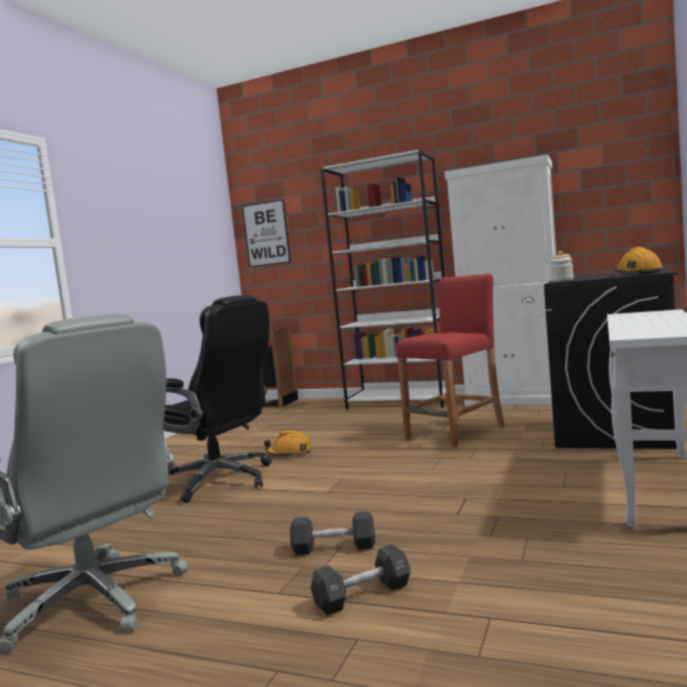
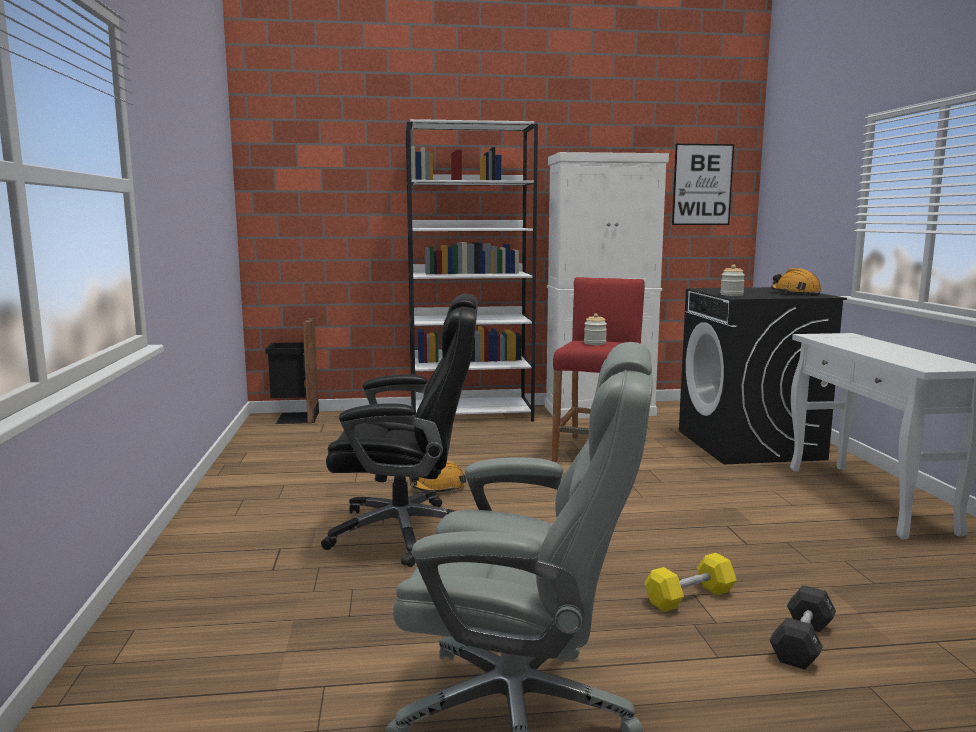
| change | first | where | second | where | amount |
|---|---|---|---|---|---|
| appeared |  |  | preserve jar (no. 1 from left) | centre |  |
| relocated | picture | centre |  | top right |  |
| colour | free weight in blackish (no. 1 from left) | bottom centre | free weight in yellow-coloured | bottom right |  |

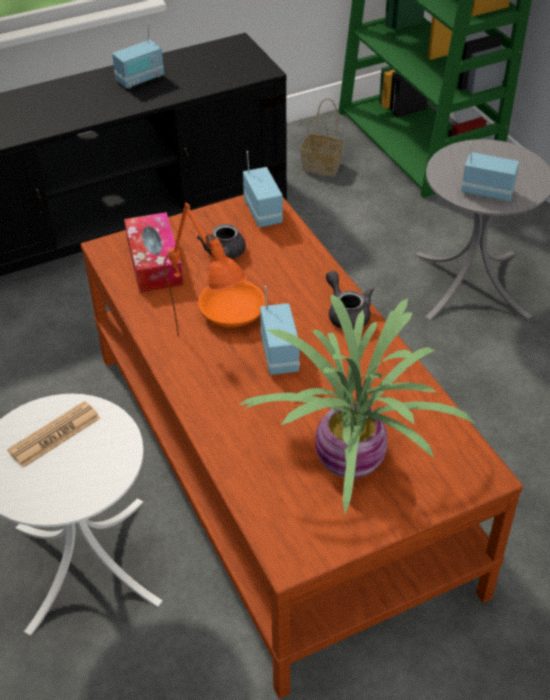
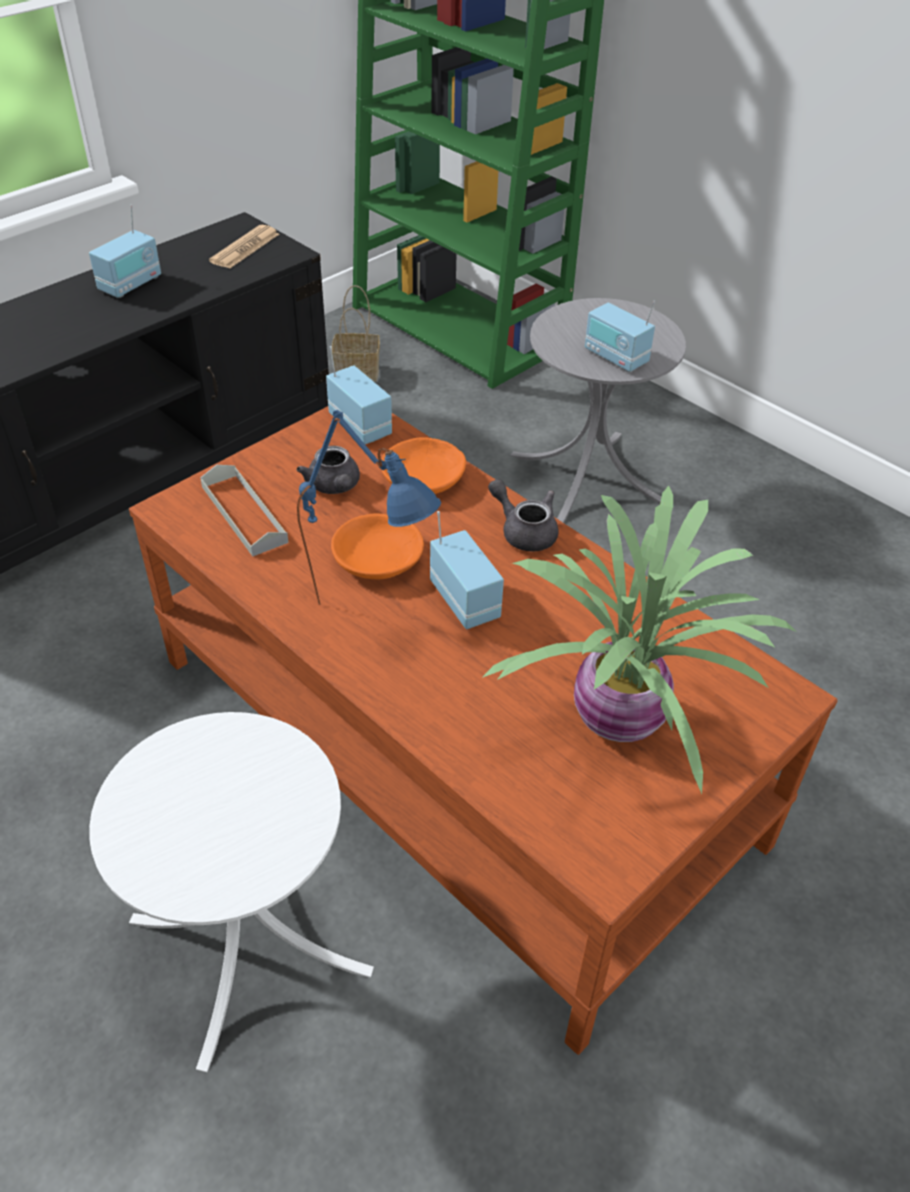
| change | first | where | second | where | amount |
|---|---|---|---|---|---|
| appeared |  |  | serving bowl in orange-coloured (no. 2 from left) | centre |  |
| relocated | newspaper | middle left |  | top left |  |
| exchanged | tissue holder | middle left | tray in greyish | middle left |  |
| colour | lamp for a table in orange-coloured | centre | lamp for a table in blue-coloured | centre |  |
| spun | radio (no. 4 from left) | top right |  | top right | 135 degrees counterclockwise |

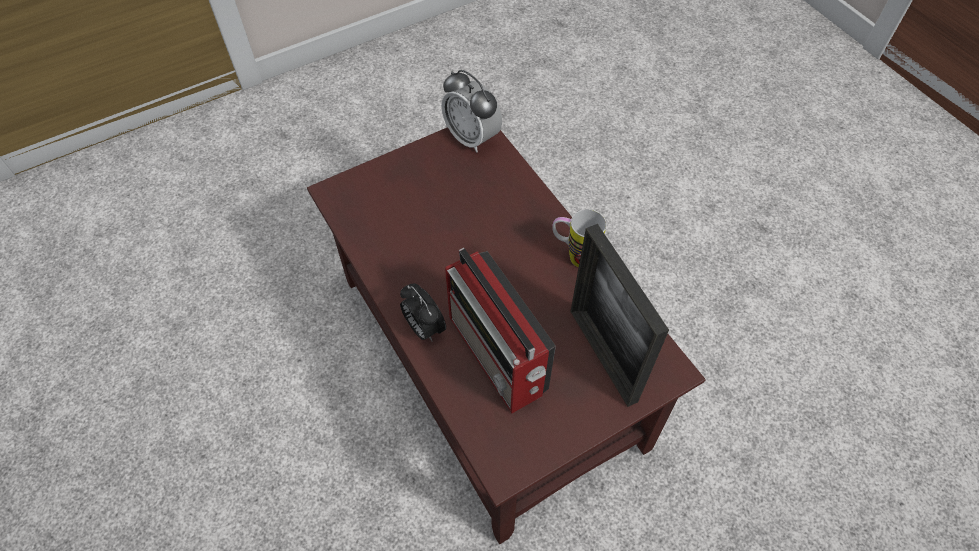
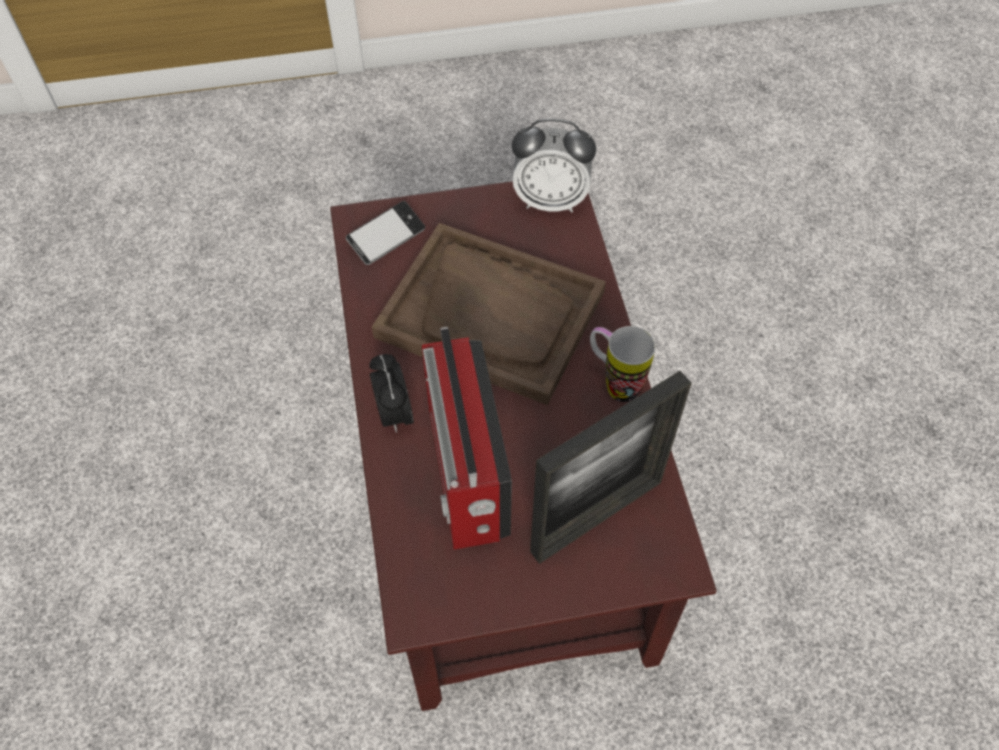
| change | first | where | second | where | amount |
|---|---|---|---|---|---|
| appeared |  |  | handset | top centre |  |
| appeared |  |  | tray in brown-coloured | centre |  |
| spun | alarm clock (no. 2 from left) | top centre |  | top centre | 60 degrees counterclockwise |
| spun | standing frame | centre |  | centre | 120 degrees counterclockwise |

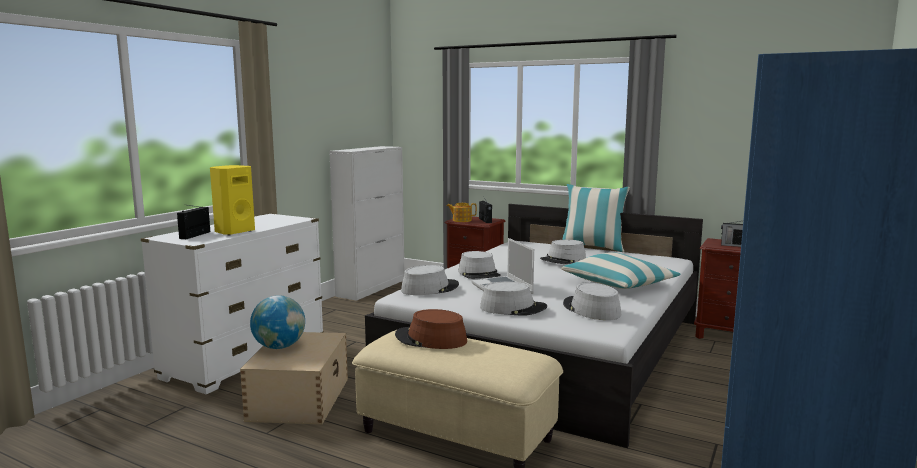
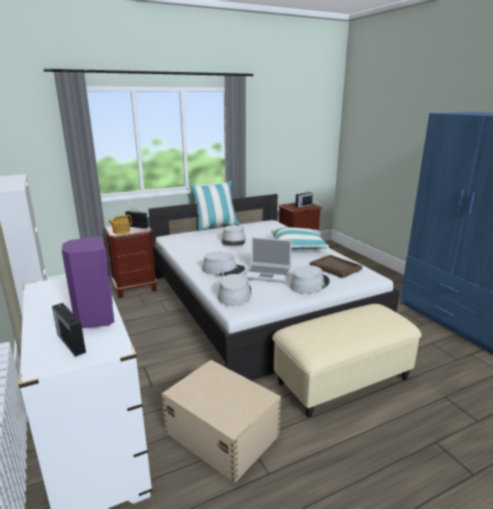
| change | first | where | second | where | amount |
|---|---|---|---|---|---|
| missing | desk globe | bottom left |  |  |  |
| missing | wearable hat in brown-coloured | bottom centre |  |  |  |
| exchanged | wearable hat in greyish (no. 5 from left) | centre | tray in brown-coloured | middle right |  |
| colour | speaker in yellow-coloured | middle left | speaker in purple | middle left |  |

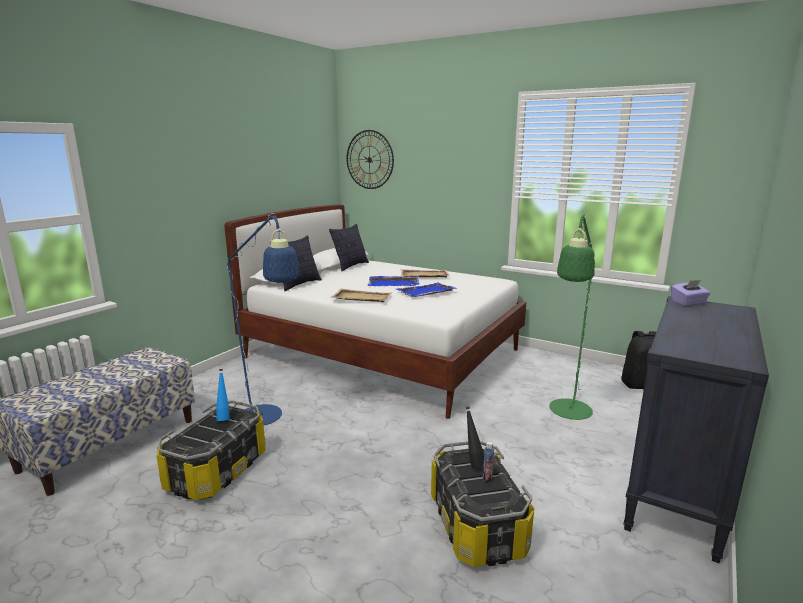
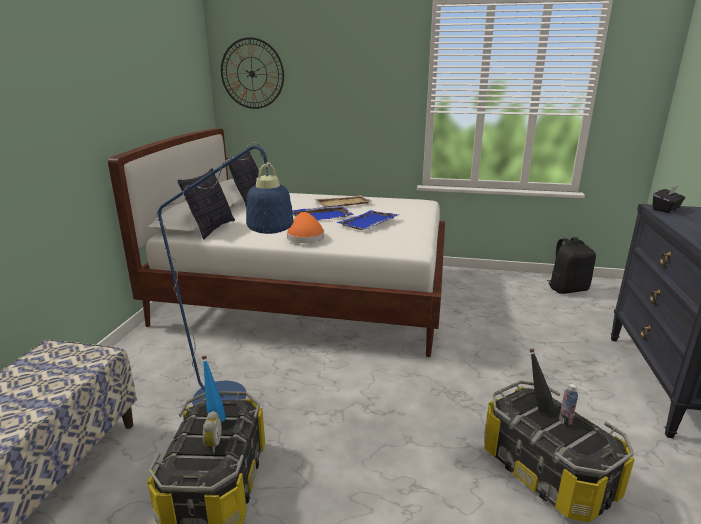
| change | first | where | second | where | amount |
|---|---|---|---|---|---|
| missing | standing lamp in green | middle right |  |  |  |
| appeared |  |  | alarm clock | bottom left |  |
| exchanged | tray in beige (no. 1 from left) | centre | wearable hat in orange-coloured | centre |  |
| colour | tissue holder in purple | middle right | tissue holder in blackish | middle right |  |

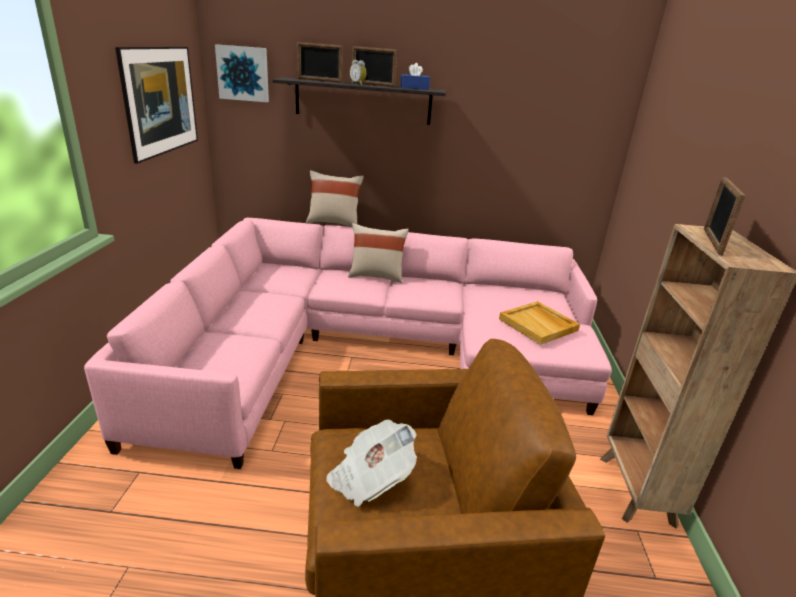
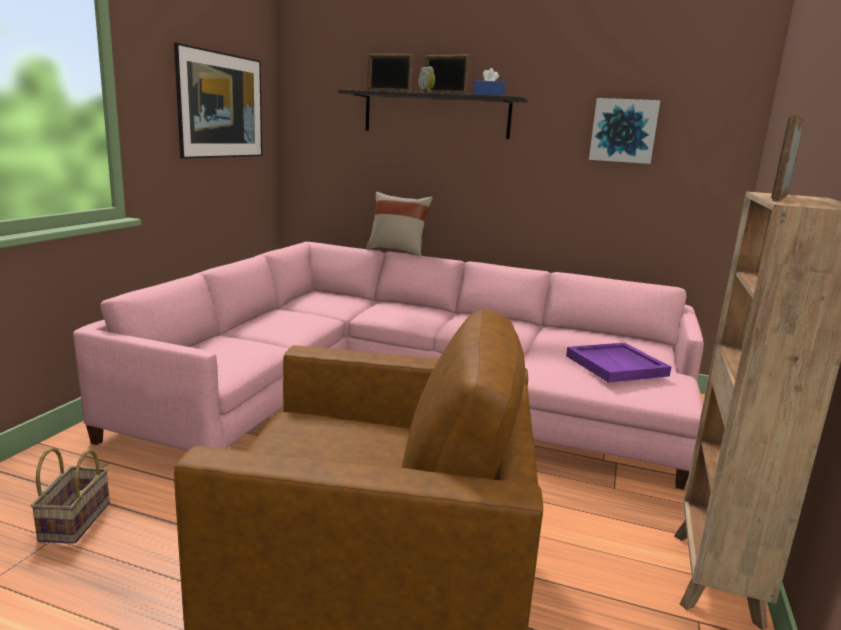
| change | first | where | second | where | amount |
|---|---|---|---|---|---|
| missing | newspaper | bottom centre |  |  |  |
| missing | cushion in beige (no. 2 from left) | centre |  |  |  |
| appeared |  |  | storage basket | bottom left |  |
| relocated | picture (no. 2 from left) | top left |  | top right |  |
| colour | tray in beige | middle right | tray in purple | middle right |  |

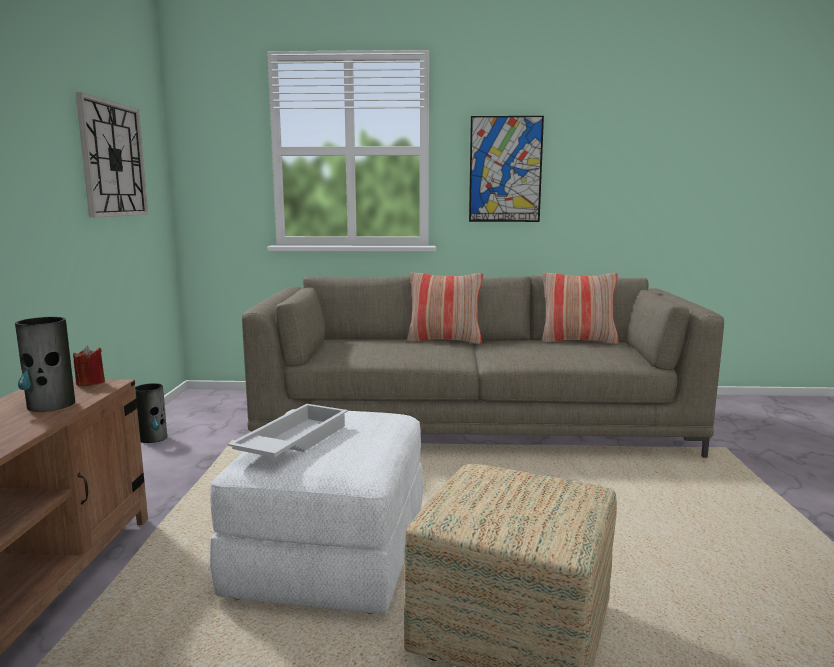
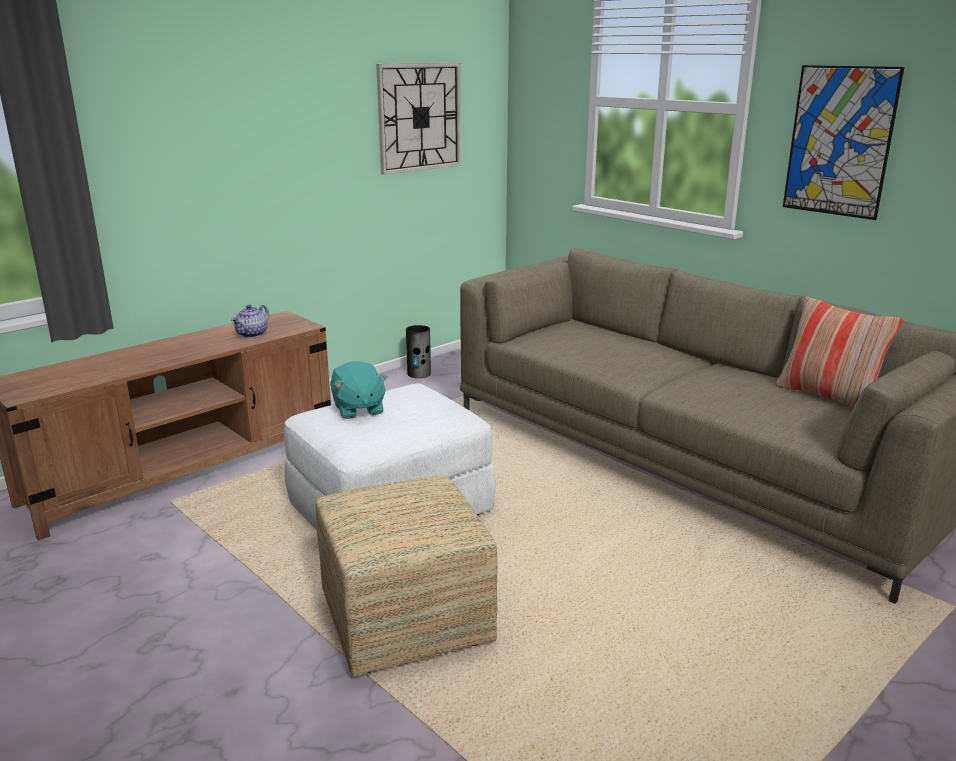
| change | first | where | second | where | amount |
|---|---|---|---|---|---|
| missing | wax candle in reddish | middle left |  |  |  |
| missing | cushion (no. 1 from left) | centre |  |  |  |
| exchanged | flower vase (no. 1 from left) | middle left | pot for tea | middle left |  |
| exchanged | tray in white | centre | cuddly toy in turquoise | centre |  |

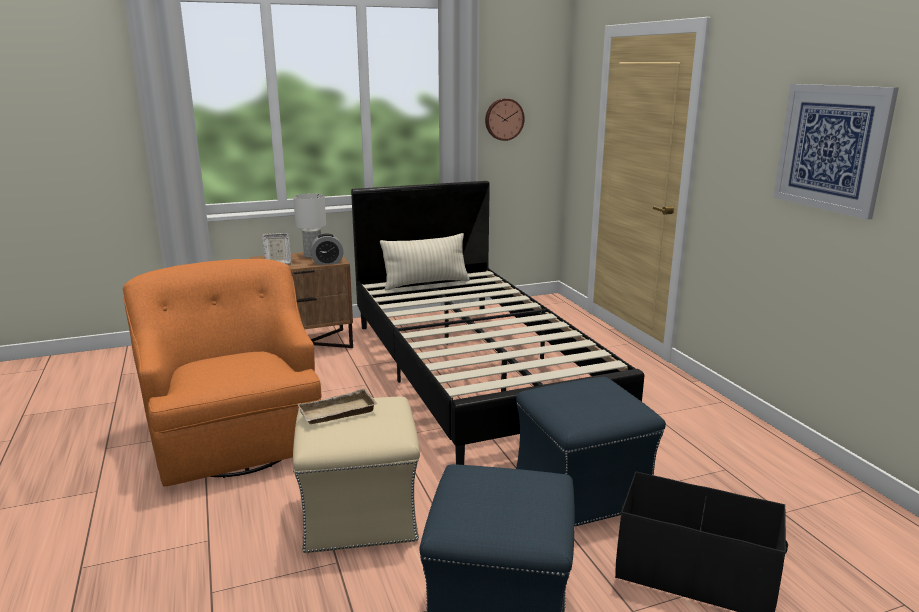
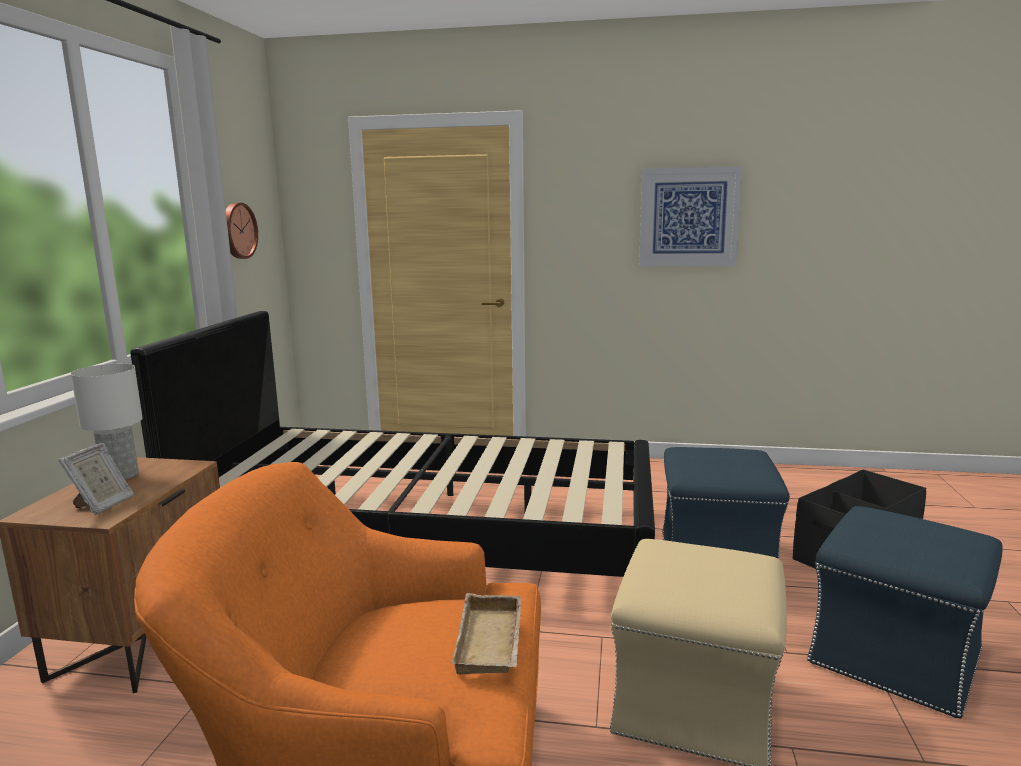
| change | first | where | second | where | amount |
|---|---|---|---|---|---|
| missing | alarm clock | centre |  |  |  |
| missing | cushion in beige | centre |  |  |  |
| relocated | tray in beige | centre |  | bottom centre |  |

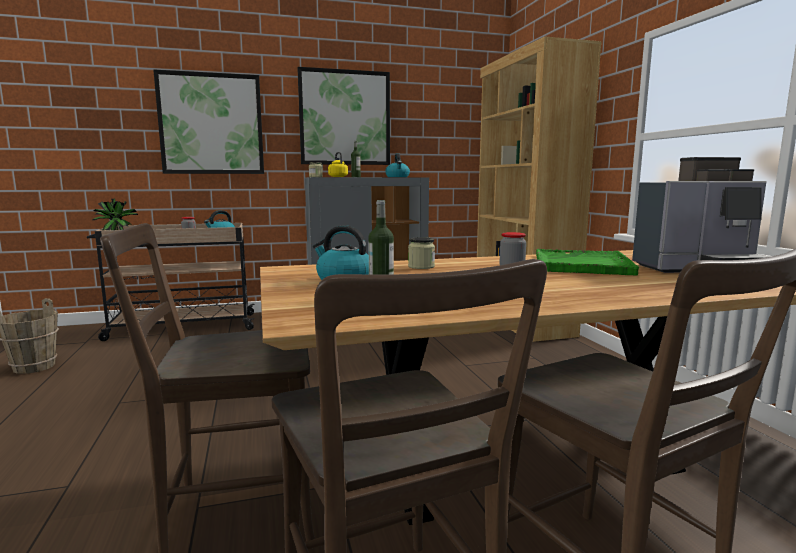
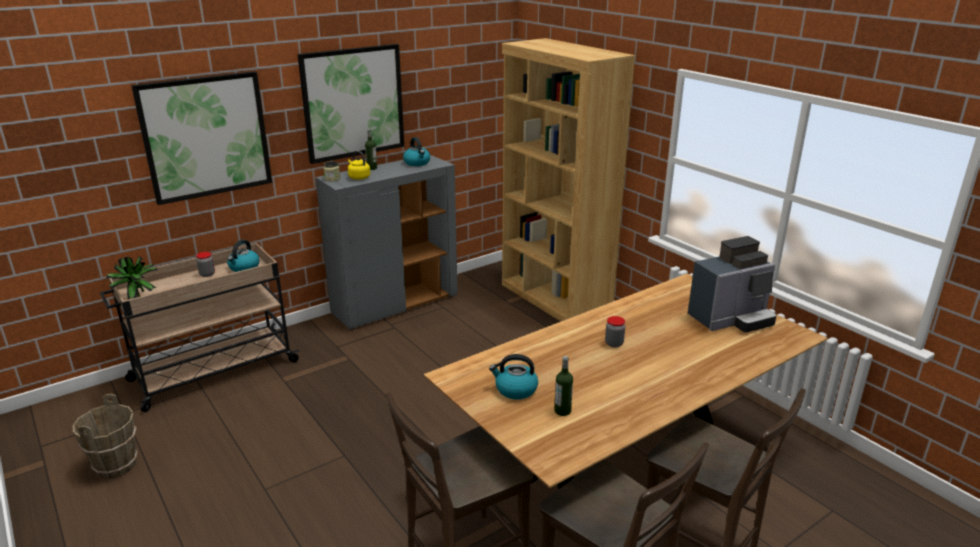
| change | first | where | second | where | amount |
|---|---|---|---|---|---|
| missing | preserve jar (no. 3 from left) | centre |  |  |  |
| missing | tray in green | middle right |  |  |  |

